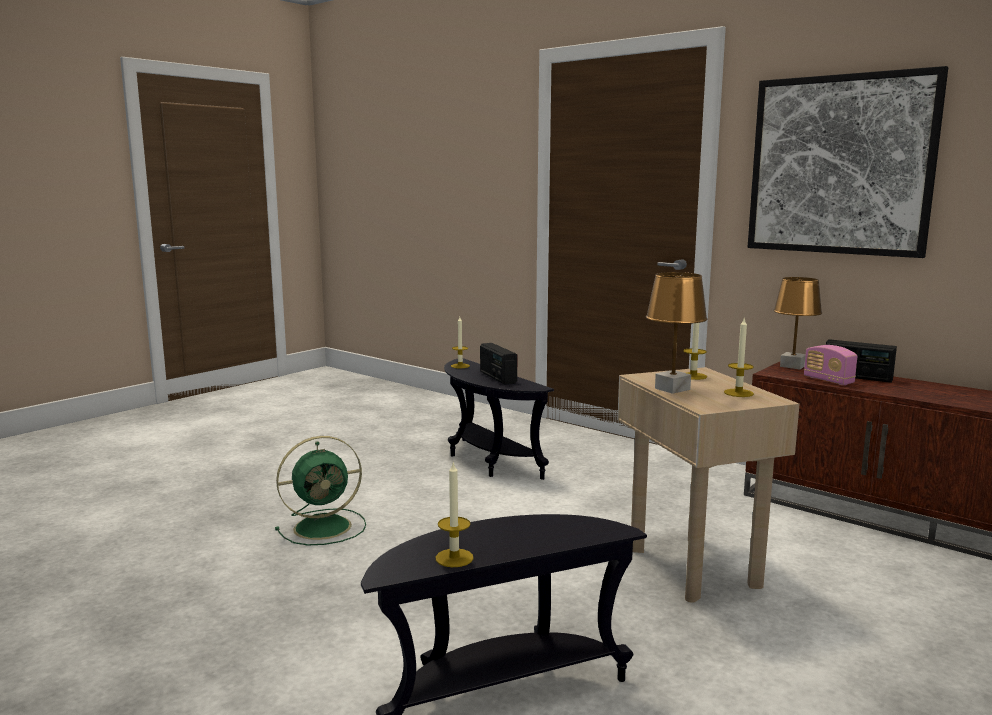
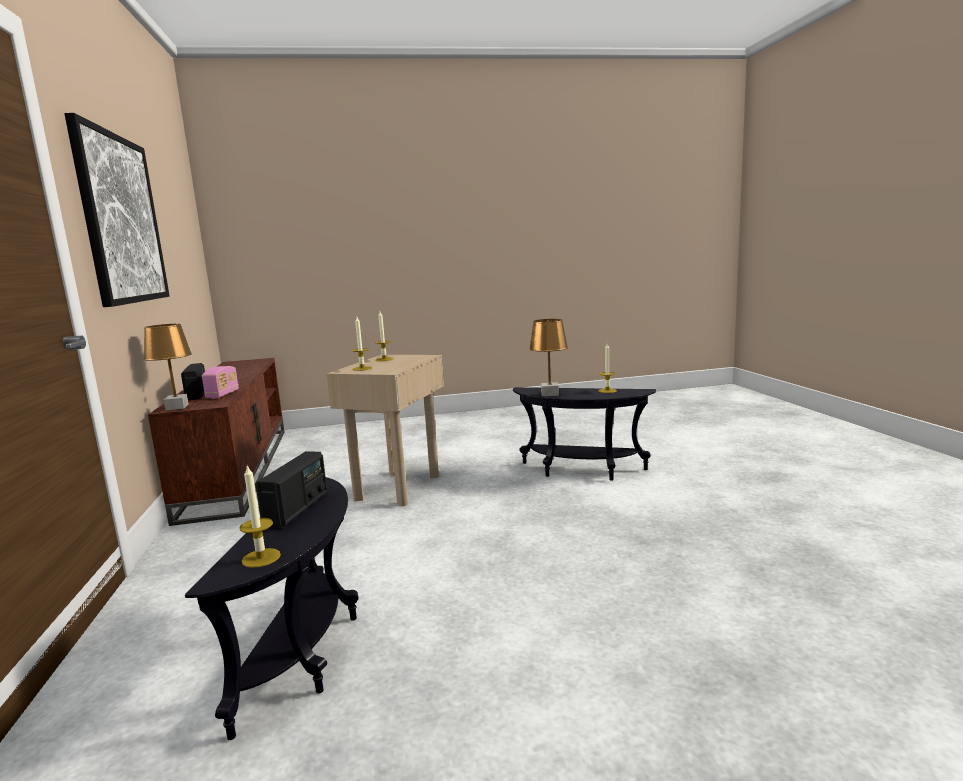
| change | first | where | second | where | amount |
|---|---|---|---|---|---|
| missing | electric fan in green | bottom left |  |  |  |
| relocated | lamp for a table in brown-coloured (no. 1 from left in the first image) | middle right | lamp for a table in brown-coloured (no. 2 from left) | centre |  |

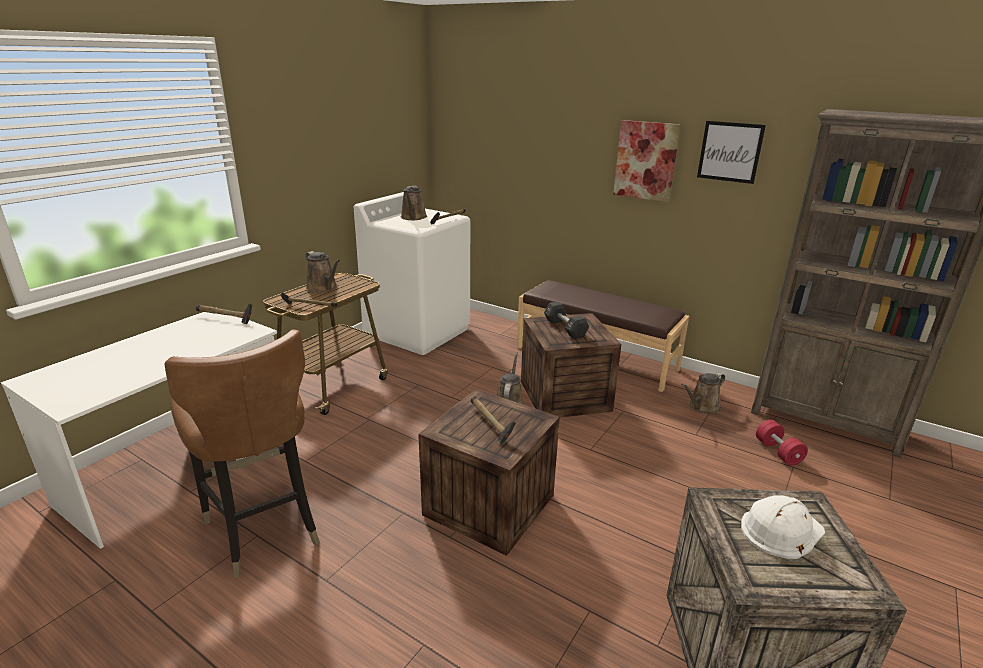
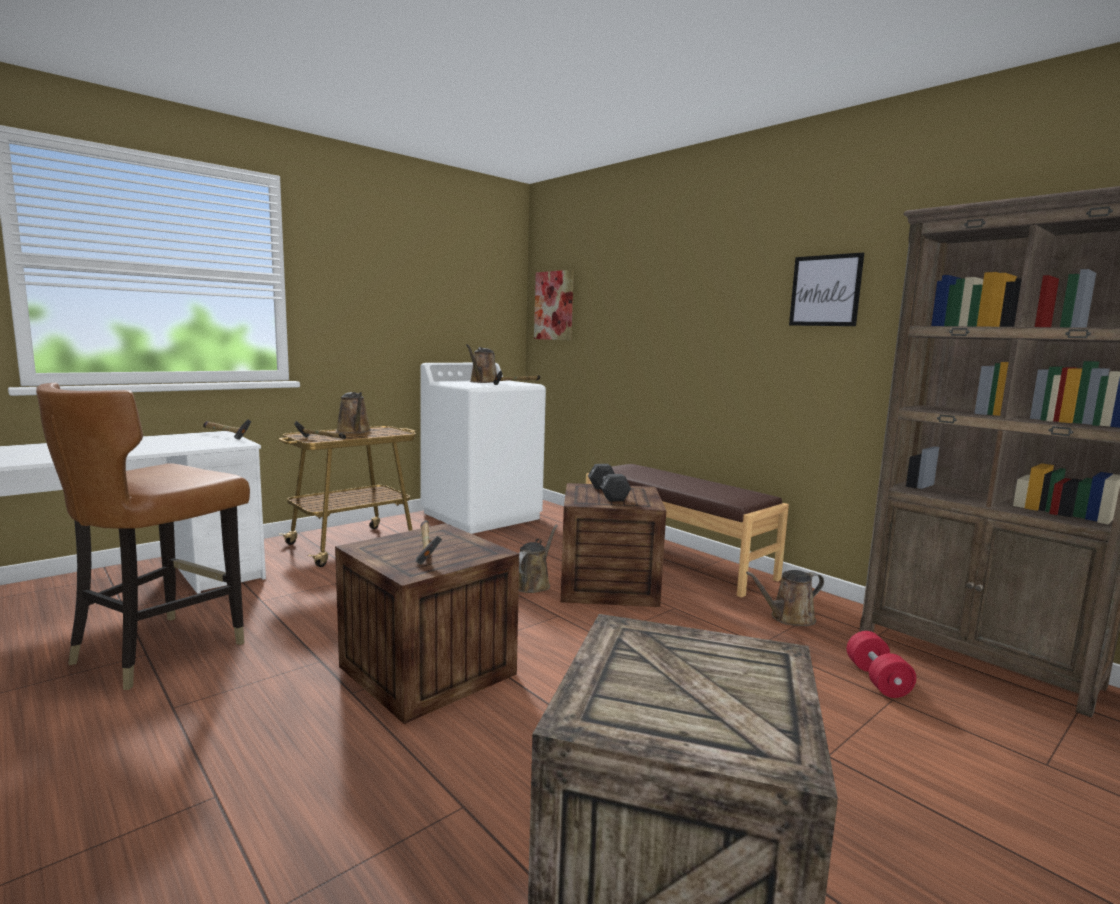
| change | first | where | second | where | amount |
|---|---|---|---|---|---|
| missing | work helmet in white | bottom right |  |  |  |
| relocated | picture (no. 1 from left) | top centre |  | centre |  |
| spun | upright chair in brown-coloured | bottom left |  | middle left | 45 degrees clockwise |

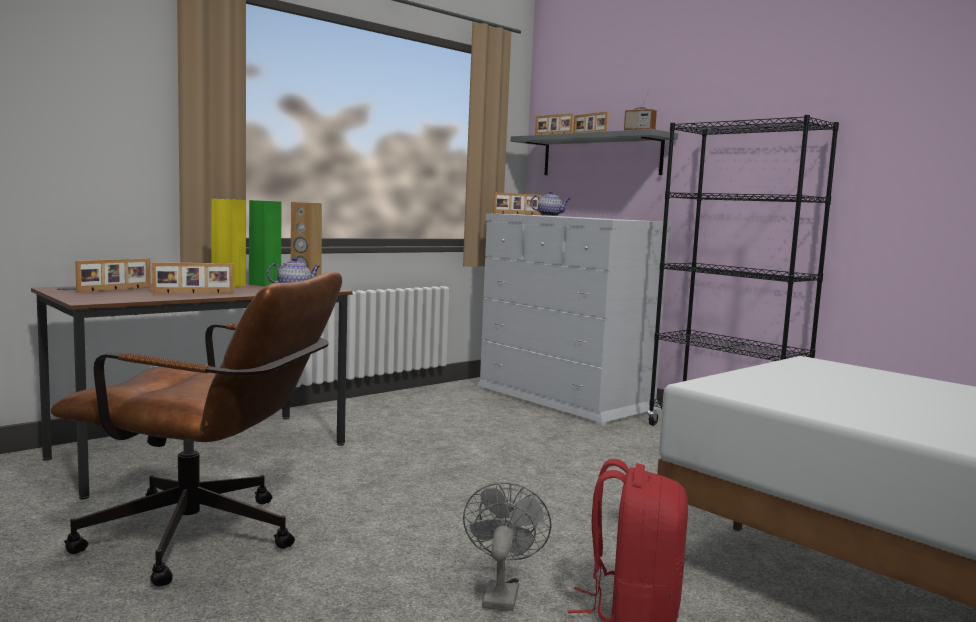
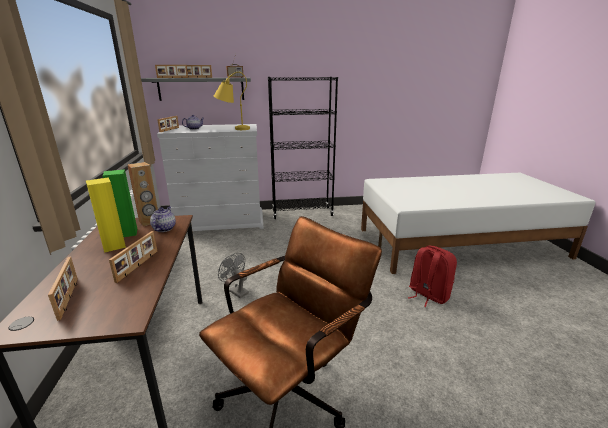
| change | first | where | second | where | amount |
|---|---|---|---|---|---|
| appeared |  |  | lamp for a table in yellow-coloured | top centre |  |
| relocated | electric fan in greyish | bottom centre |  | centre |  |

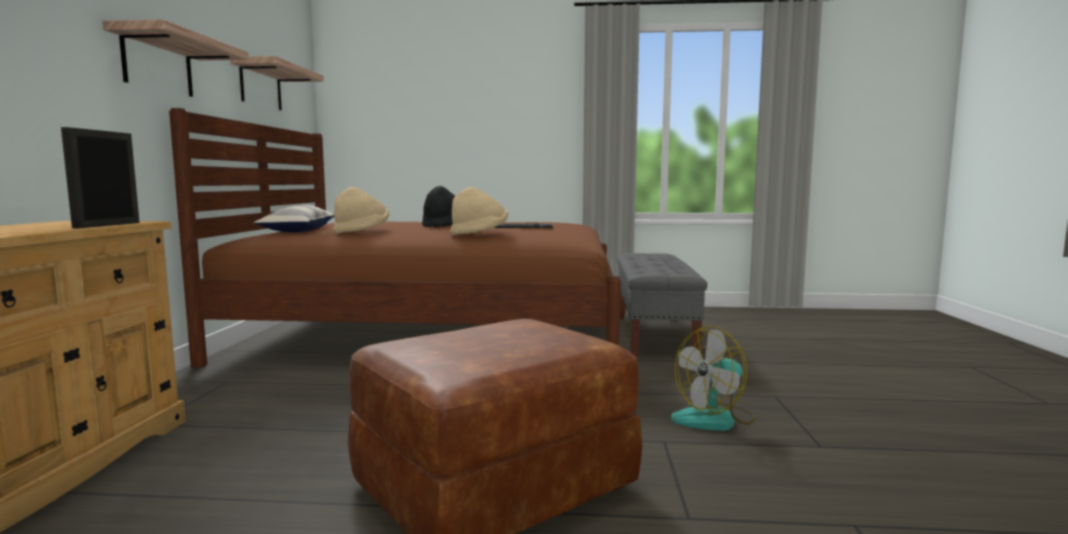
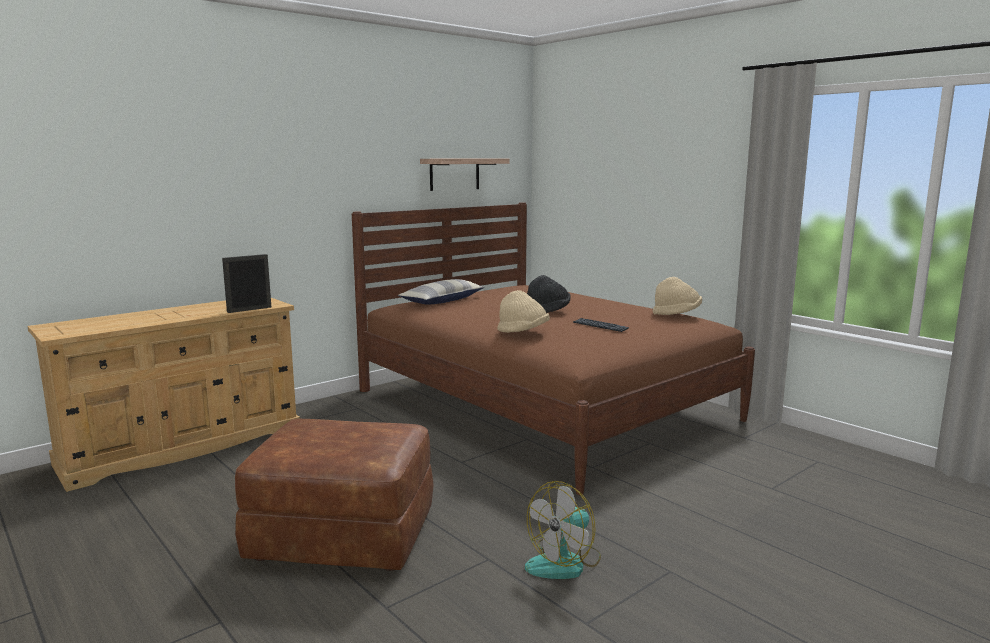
| change | first | where | second | where | amount |
|---|---|---|---|---|---|
| missing | bracket shelf (no. 1 from left) | top left |  |  |  |
| missing | long seat in greyish | centre |  |  |  |
| relocated | wearable hat in beige (no. 1 from left in the first image) | centre | wearable hat in beige (no. 2 from left) | middle right |  |
| spun | electric fan | bottom right |  | bottom centre | 60 degrees counterclockwise |

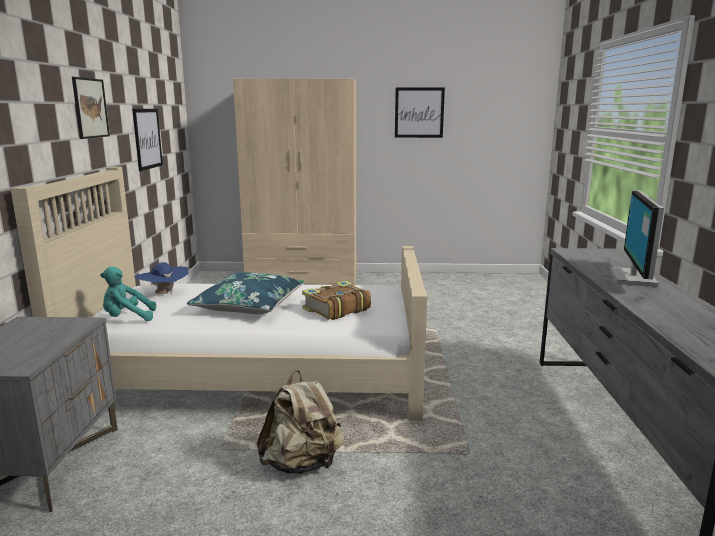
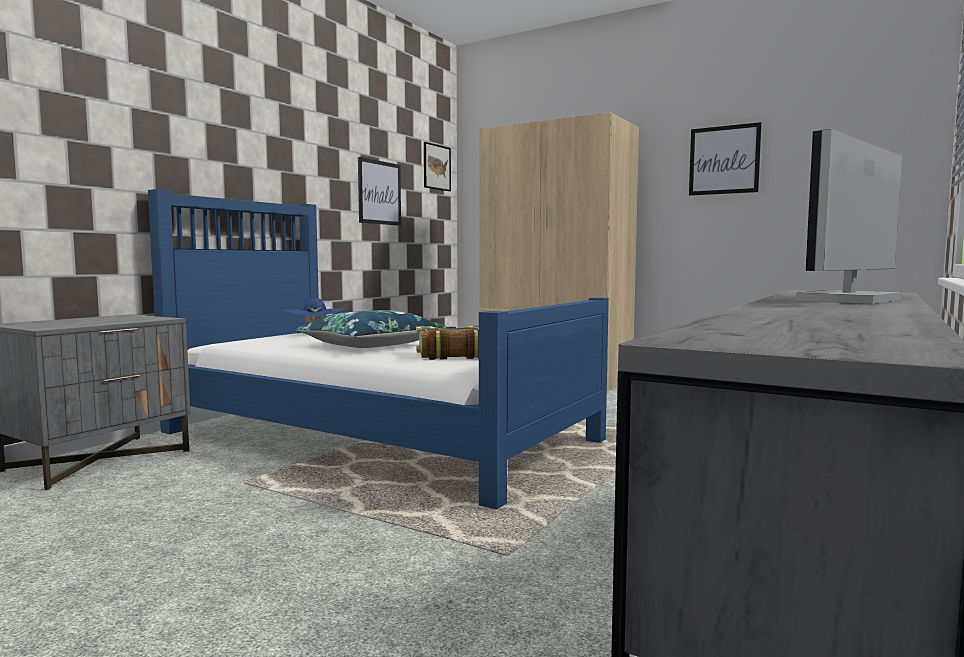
| change | first | where | second | where | amount |
|---|---|---|---|---|---|
| missing | cuddly toy in turquoise | middle left |  |  |  |
| missing | rucksack in beige | bottom centre |  |  |  |
| relocated | picture (no. 1 from left in the first image) | top left | picture (no. 2 from left) | top centre |  |
| colour | bed in beige | middle left | bed in blue-coloured | centre |  |

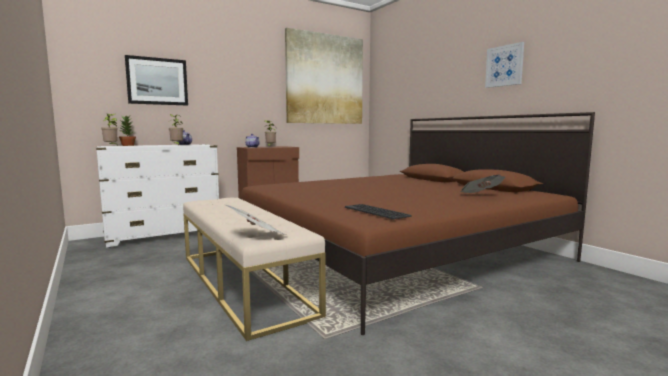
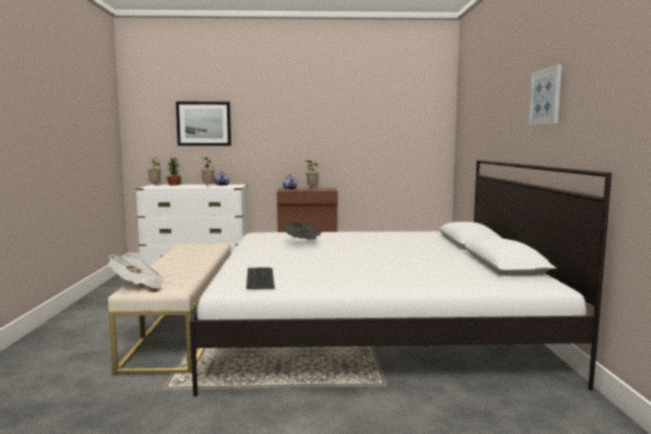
| change | first | where | second | where | amount |
|---|---|---|---|---|---|
| missing | picture (no. 2 from left) | top centre |  |  |  |
| relocated | newspaper (no. 2 from left) | middle right |  | centre |  |
| colour | bed in brown-coloured | centre | bed in white | centre |  |

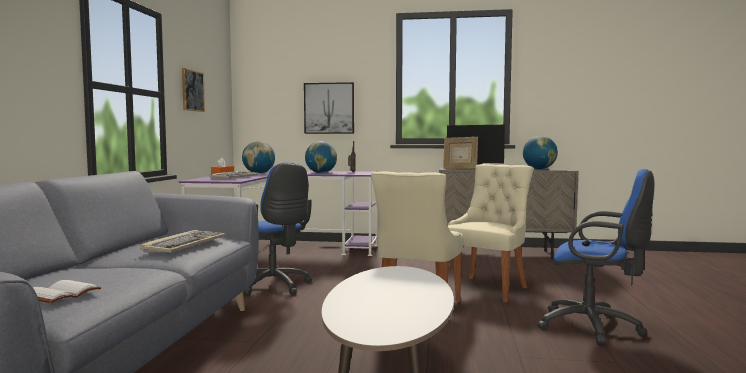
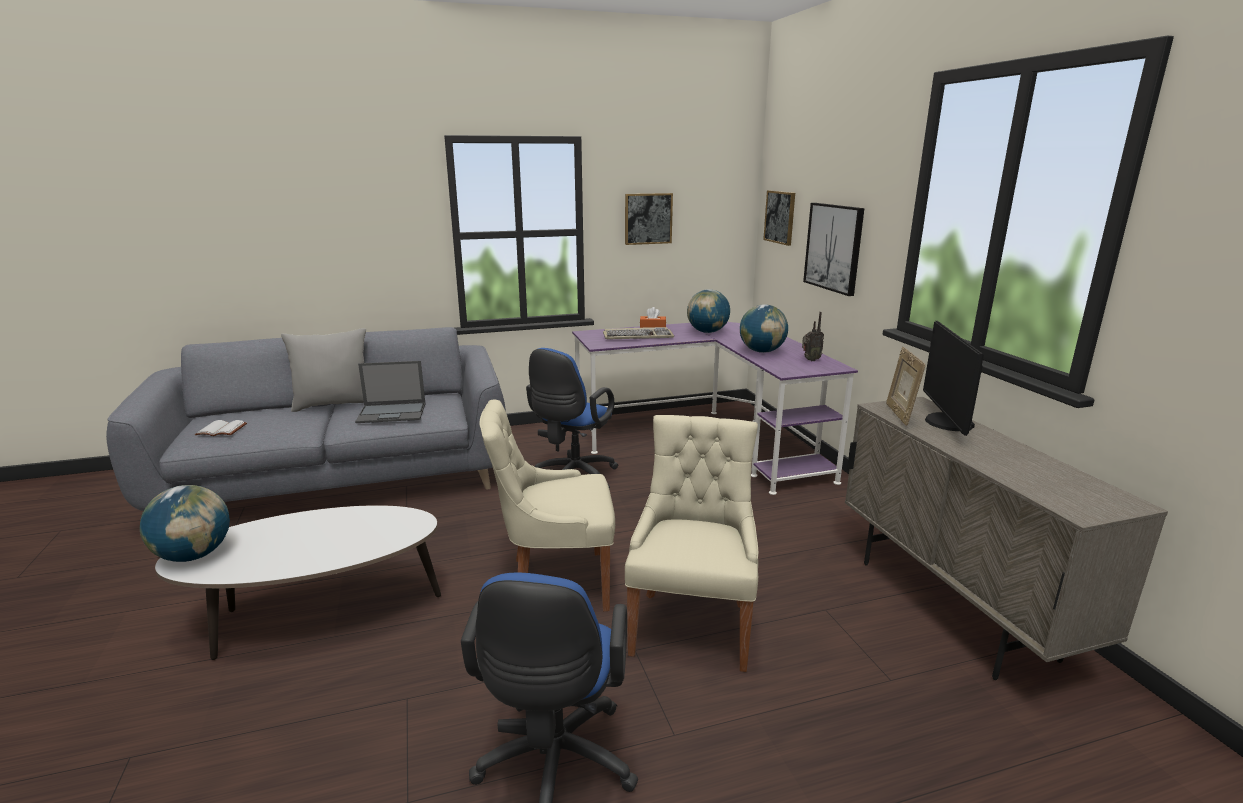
| change | first | where | second | where | amount |
|---|---|---|---|---|---|
| appeared |  |  | cushion in greyish | middle left |  |
| appeared |  |  | picture (no. 2 from left) | top centre |  |
| relocated | desk globe (no. 3 from left in the first image) | middle right | desk globe (no. 1 from left) | middle left |  |
| exchanged | keyboard (no. 1 from left) | middle left | notebook computer | middle left |  |
| spun | upright chair in beige (no. 2 from left) | centre |  | bottom centre | 90 degrees counterclockwise |

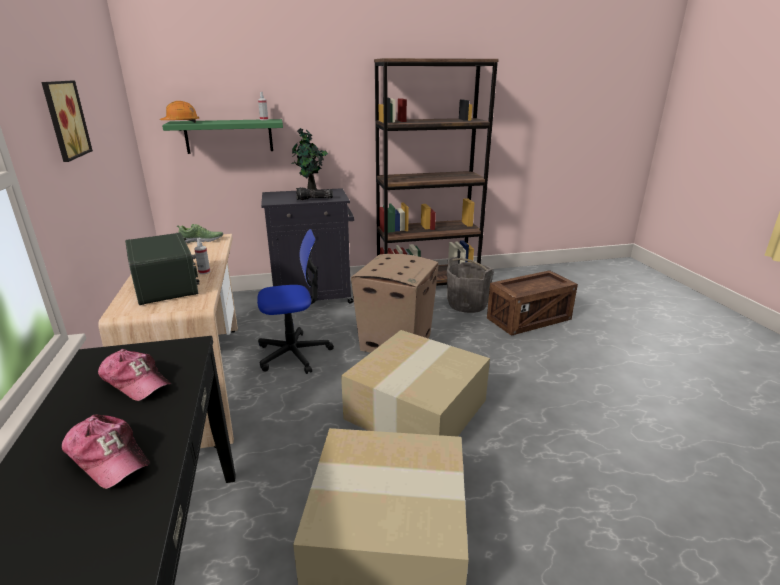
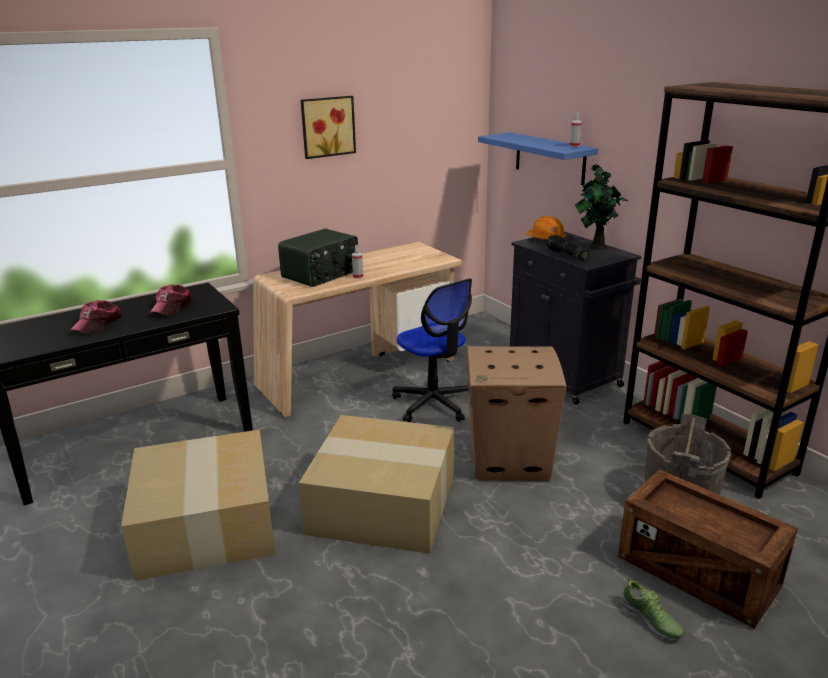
| change | first | where | second | where | amount |
|---|---|---|---|---|---|
| relocated | work helmet in orange-coloured | top left |  | centre |  |
| relocated | low shoe | middle left |  | bottom right |  |
| colour | bracket shelf in green | top left | bracket shelf in blue-coloured | top centre |  |

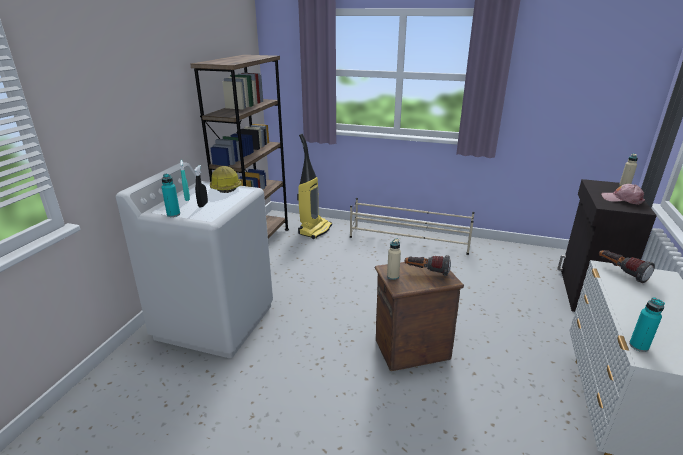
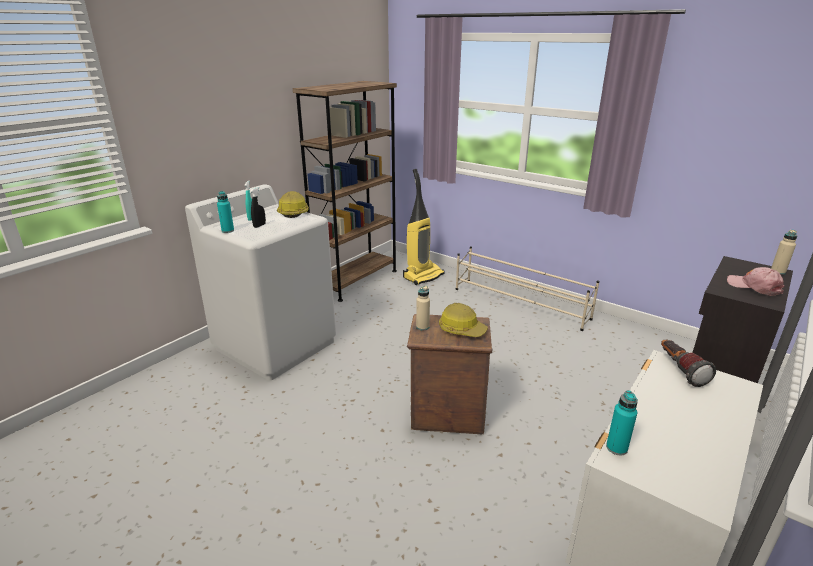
| change | first | where | second | where | amount |
|---|---|---|---|---|---|
| exchanged | torch (no. 1 from left) | centre | work helmet (no. 2 from left) | centre |  |

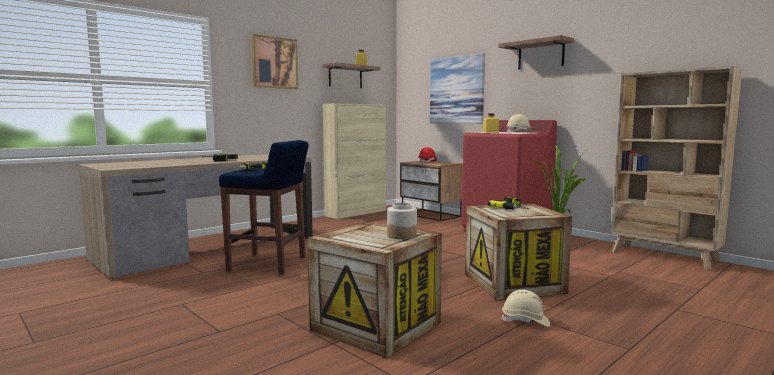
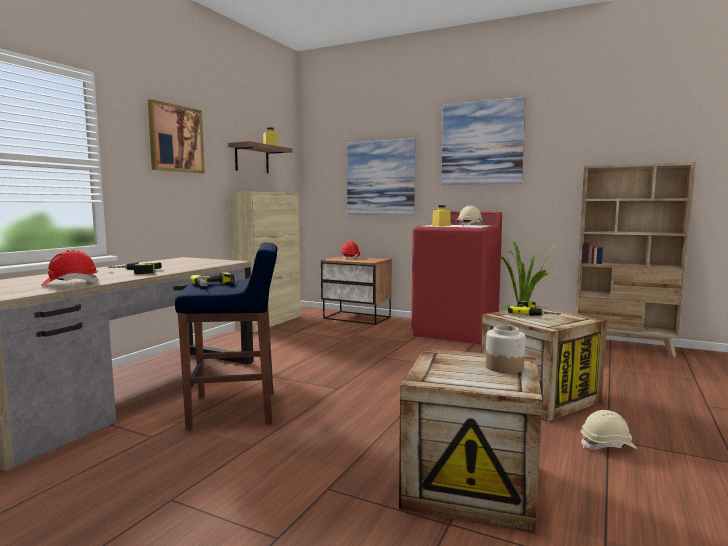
| change | first | where | second | where | amount |
|---|---|---|---|---|---|
| appeared |  |  | work helmet in reddish (no. 1 from left) | middle left |  |
| exchanged | bracket shelf (no. 2 from left) | top right | picture (no. 3 from left) | top centre |  |

